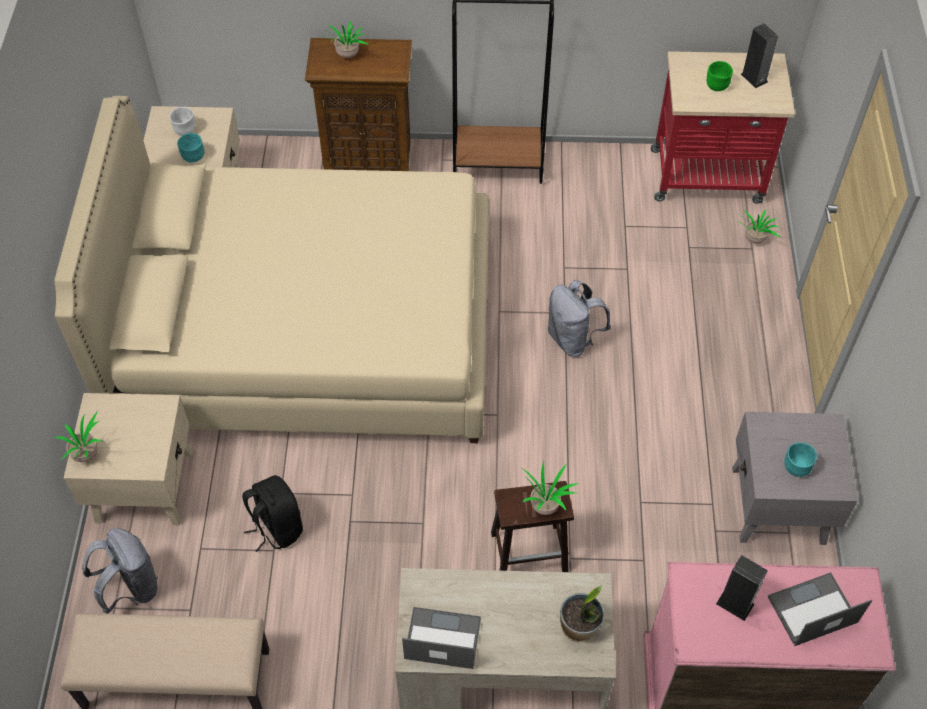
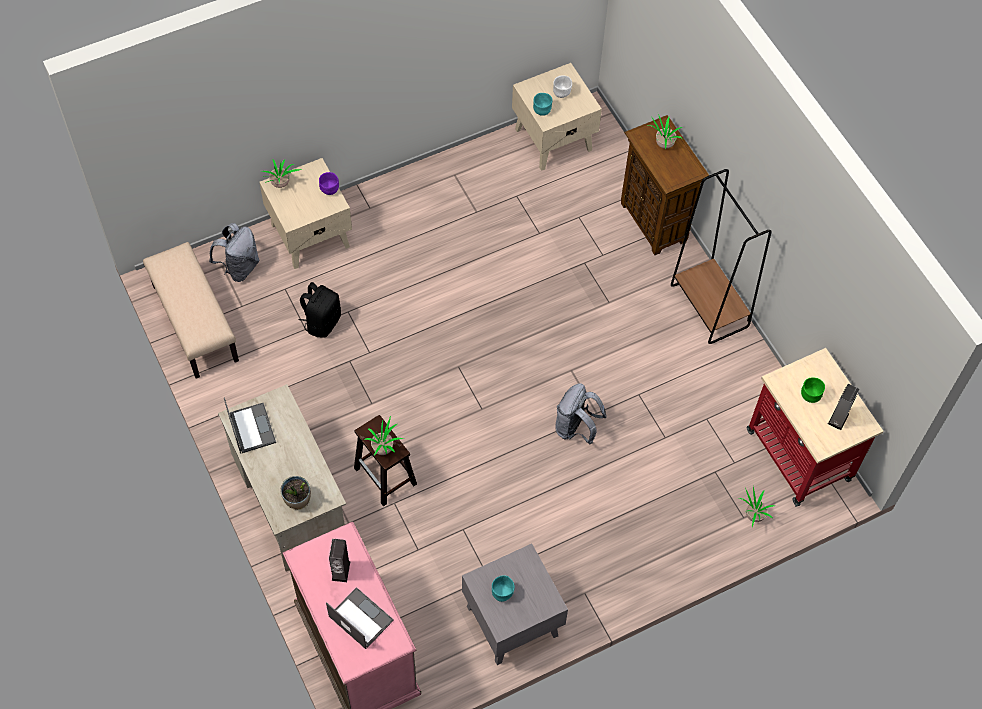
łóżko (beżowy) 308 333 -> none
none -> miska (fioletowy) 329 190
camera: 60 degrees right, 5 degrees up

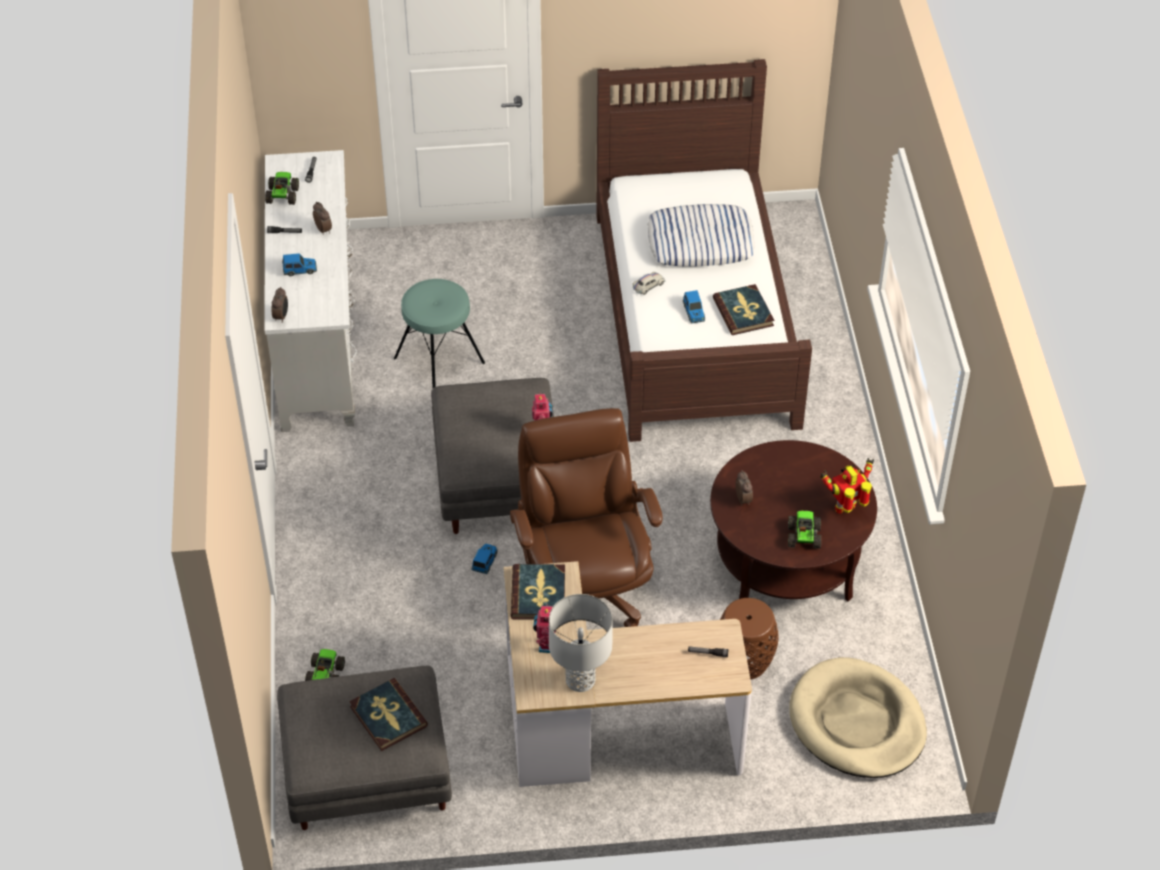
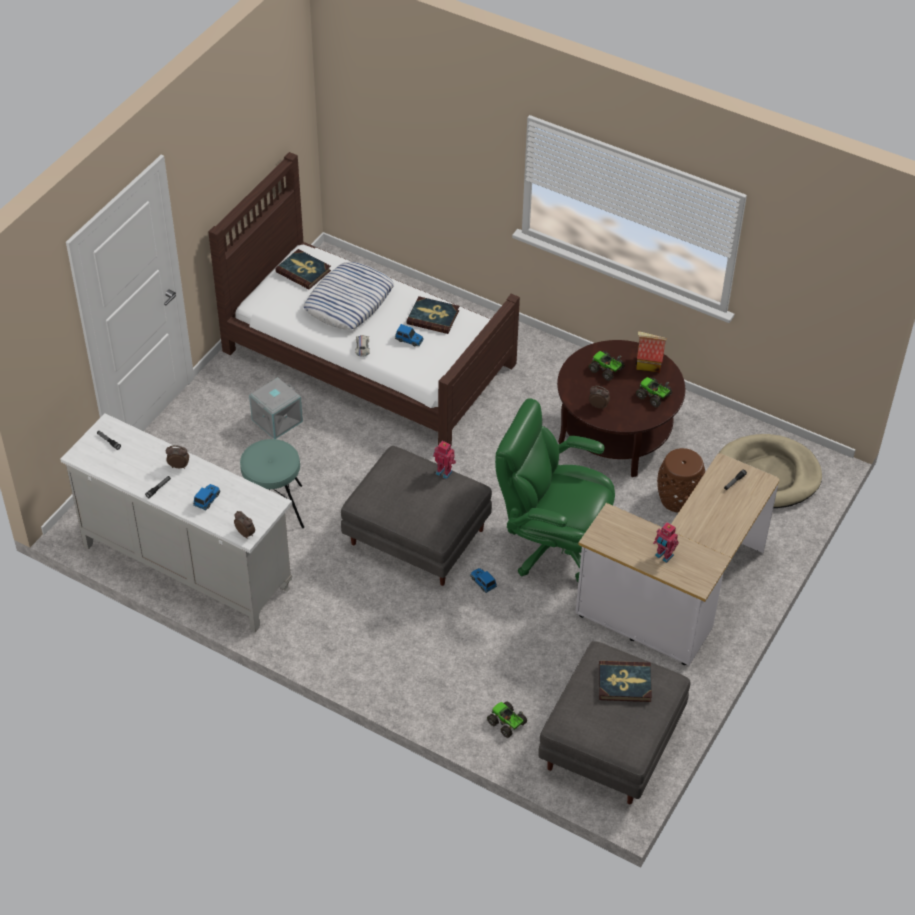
lampa stołowa (biały) 579 679 -> none
none -> pojemnik do przechowywania (szary) 276 420
ciężarówka zabawkowa 282 196 -> ciężarówka zabawkowa 606 370, moved
książka 539 594 -> książka 303 271, moved
robot zabawkowy 846 509 -> domek 648 364
krzesło biurowe (brązowy) 584 588 -> krzesło biurowe (zielony) 552 543
camera: 55 degrees left, 0 degrees up

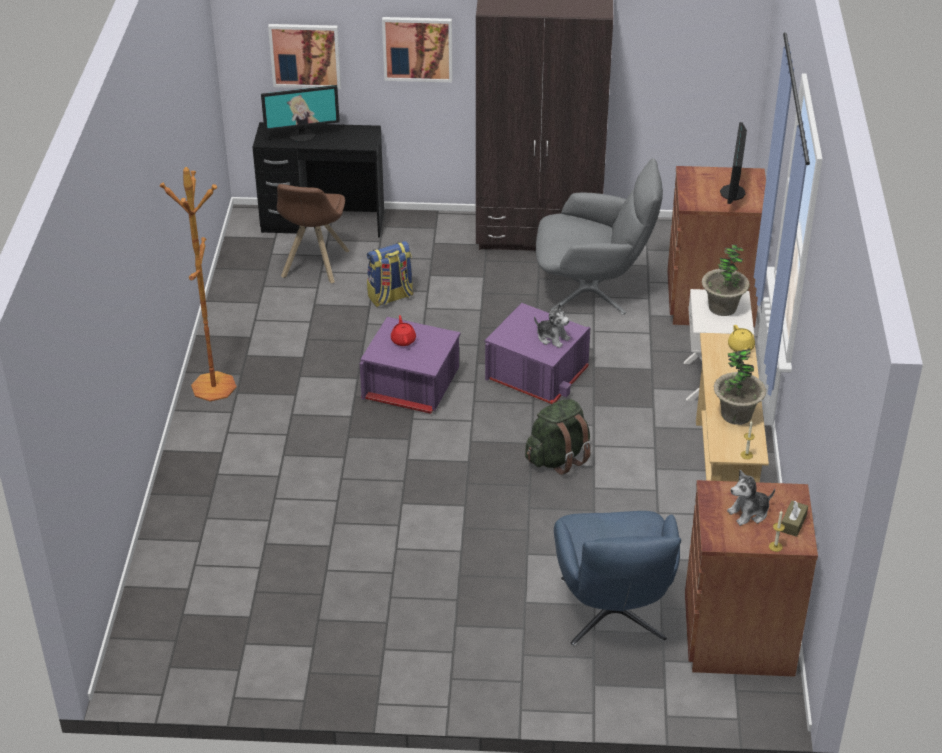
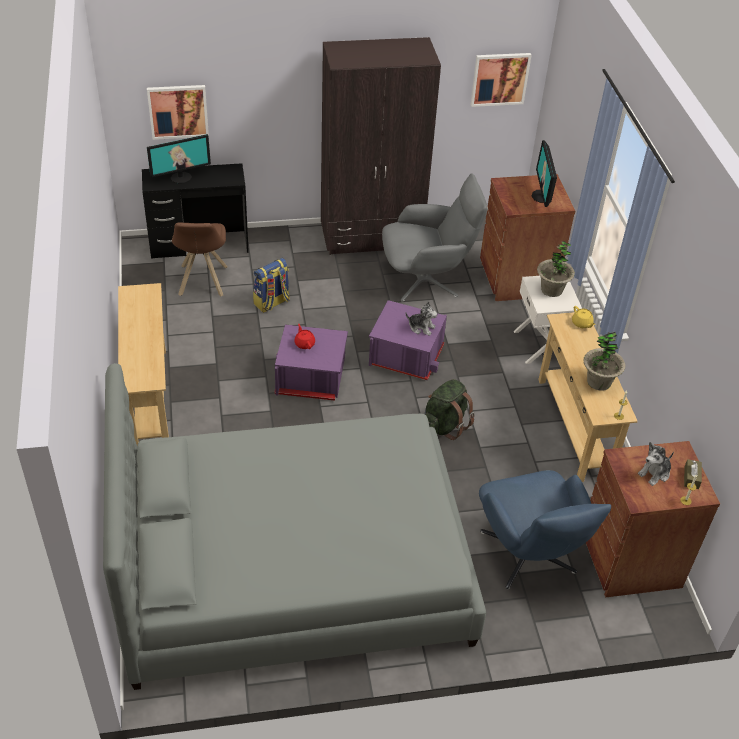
none -> łóżko (szary) 293 567
obraz 417 48 -> obraz 500 79, moved
wieszak (pomarańczowy) 213 386 -> stolik konsolowy (beżowy) 149 398
camera: 15 degrees left, 5 degrees up

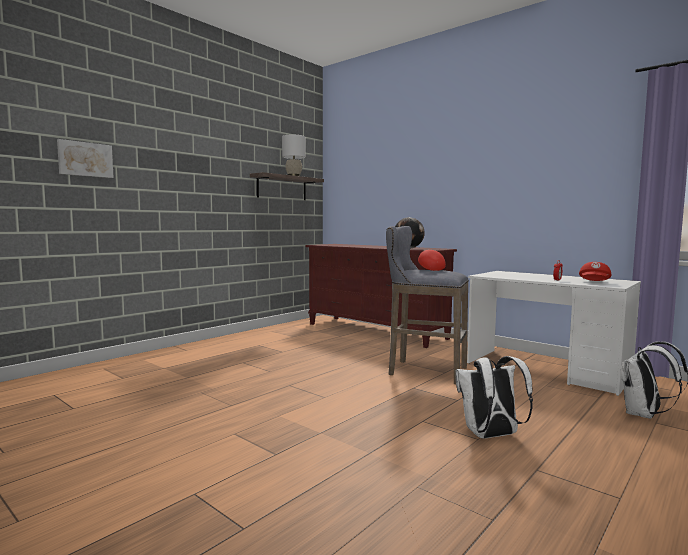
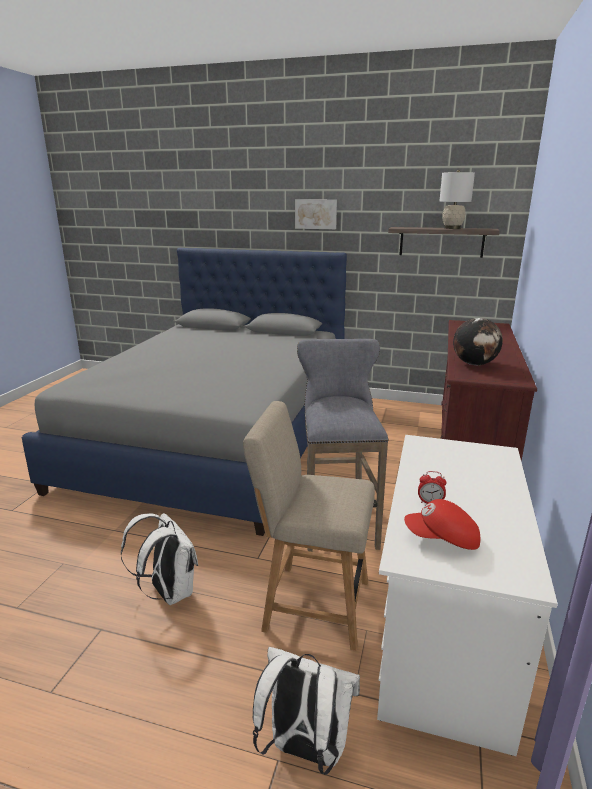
czapka z daszkiem (czerwony) 429 269 -> none
none -> łóżko (szary) 218 436
none -> krzesło (beżowy) 311 604
obraz 85 159 -> obraz 316 214, moved
camera: 65 degrees right, 15 degrees up

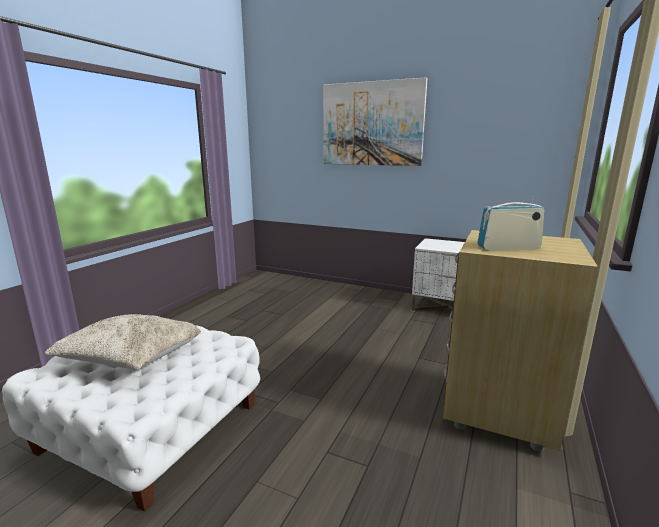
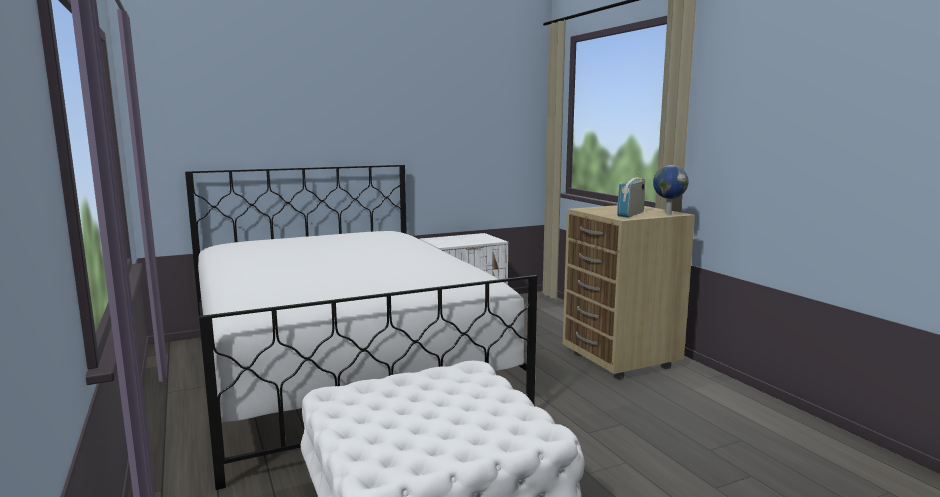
poduszka (beżowy) 133 356 -> none
obraz 372 124 -> none
none -> łóżko (biały) 342 370
none -> globus 667 214
camera: 50 degrees left, 5 degrees down

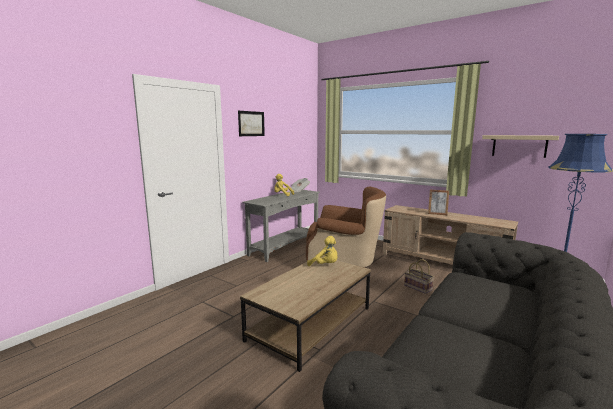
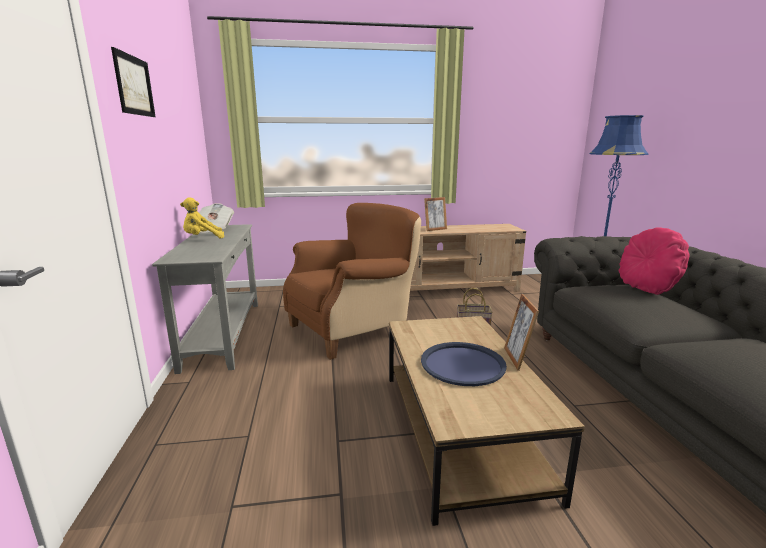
pluszak (żółty) 325 265 -> none
półka (beżowy) 519 146 -> none
none -> taca (niebieski) 462 364
none -> ramka na zdjęcie 517 358
none -> poduszka (różowy) 646 289
camera: 45 degrees left, 5 degrees up

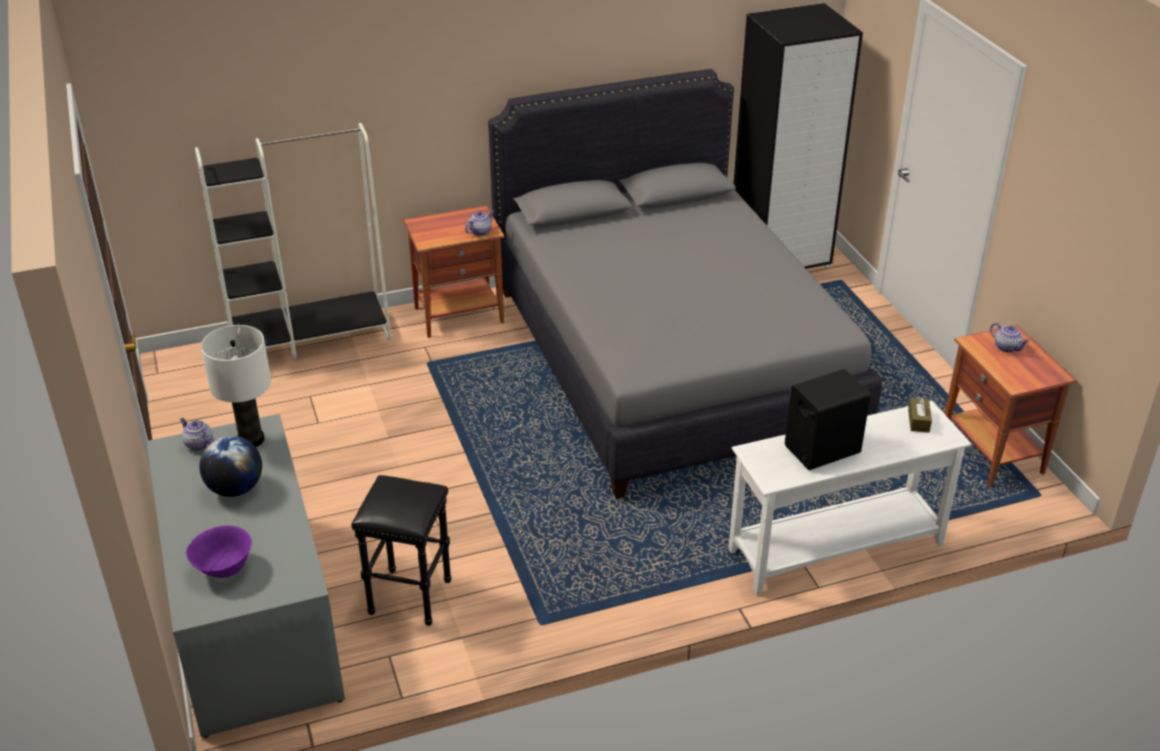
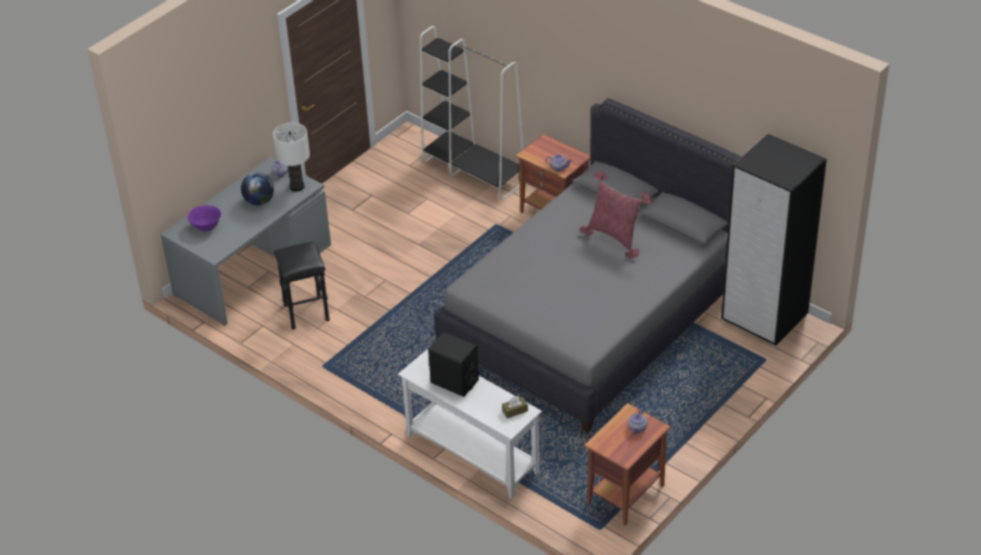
none -> poduszka (czerwony) 615 241
camera: 60 degrees right, 5 degrees up

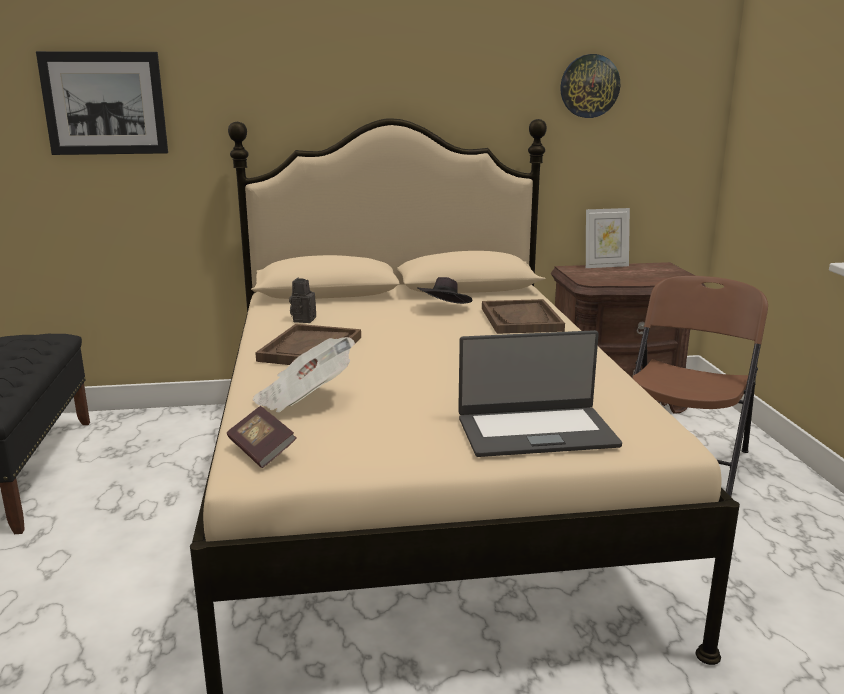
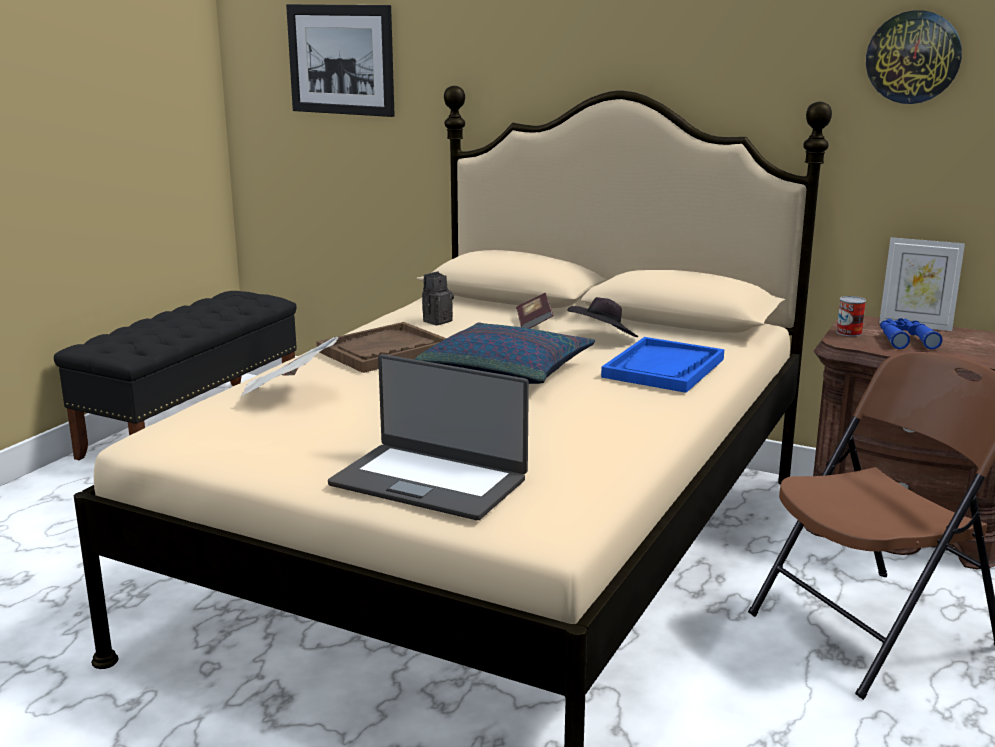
none -> poduszka (niebieski) 507 371
none -> puszka 849 332
none -> lornetka (niebieski) 905 340
książka 262 450 -> książka 534 323, moved
taca (brązowy) 521 319 -> taca (niebieski) 664 368
camera: 35 degrees right, 0 degrees up

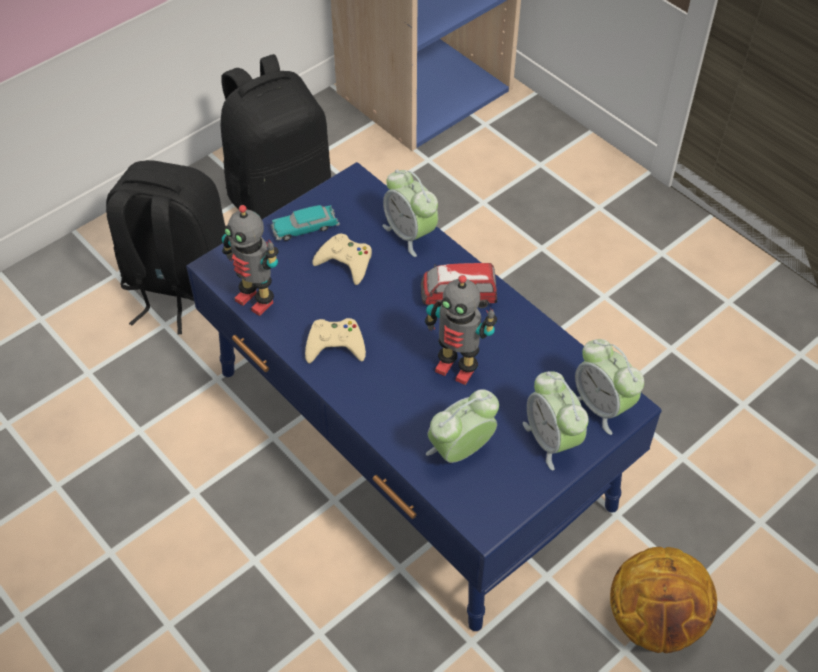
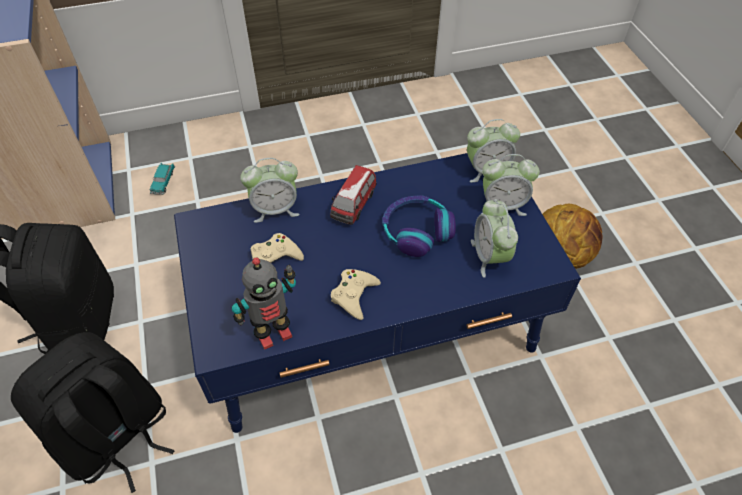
samochodzik 305 228 -> samochodzik 163 181, moved
robot zabawkowy 456 368 -> słuchawki 416 231
camera: 65 degrees left, 0 degrees up

